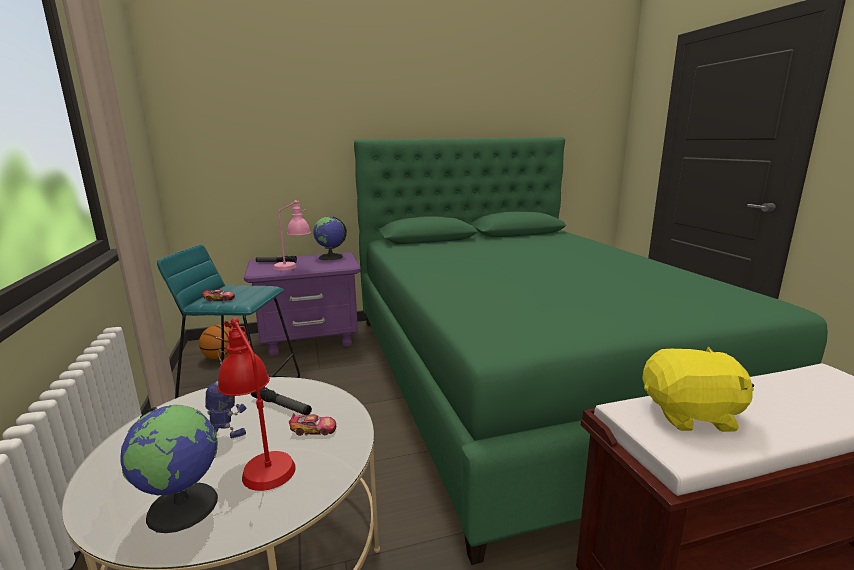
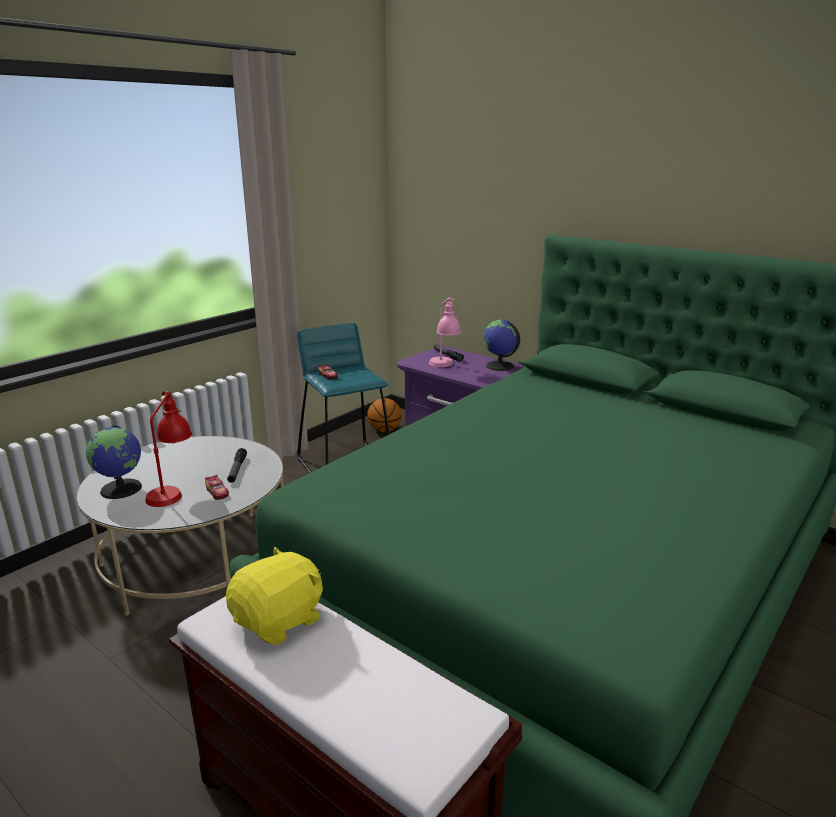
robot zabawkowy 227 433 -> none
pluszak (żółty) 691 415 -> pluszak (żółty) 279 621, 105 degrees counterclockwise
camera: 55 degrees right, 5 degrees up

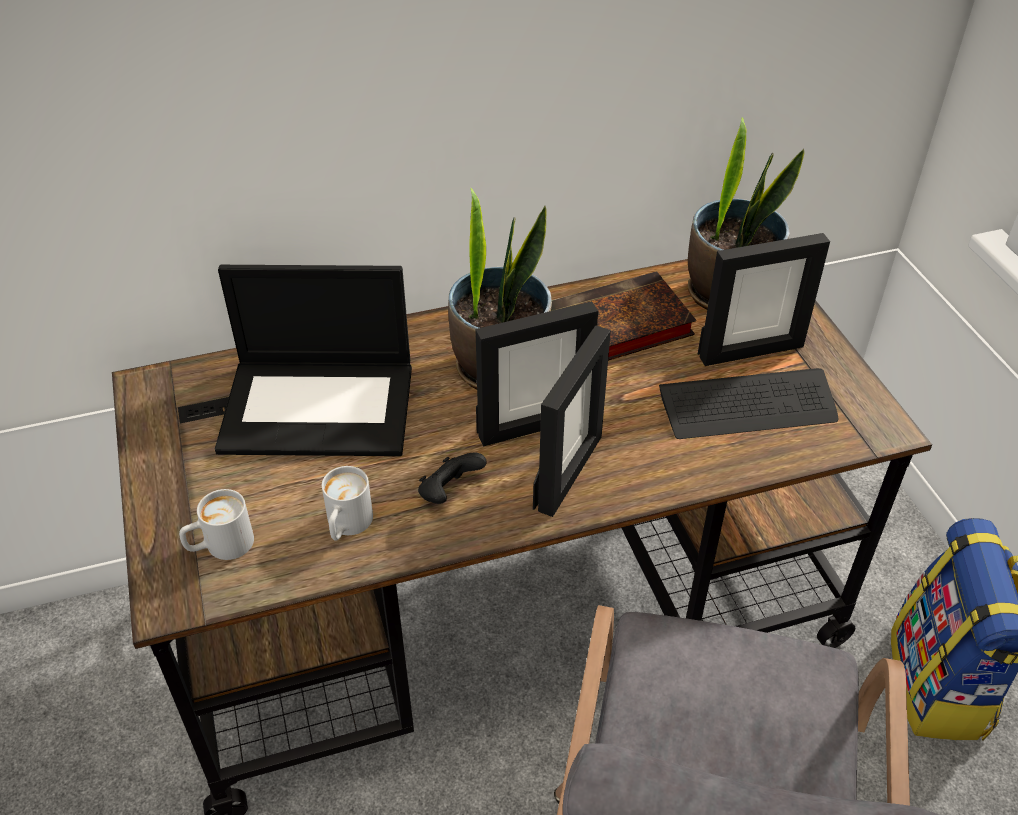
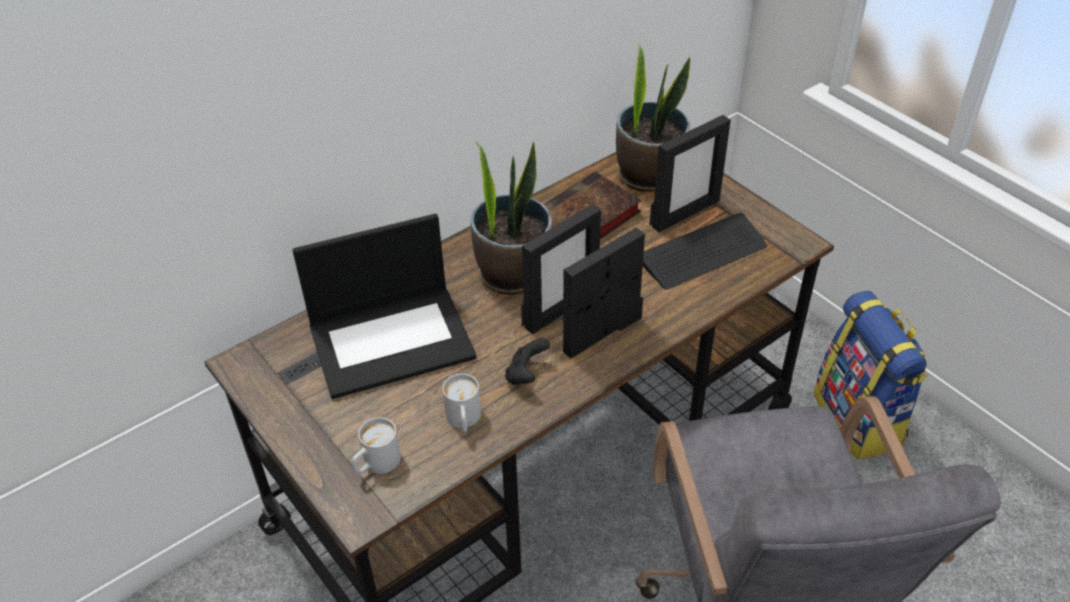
ramka na zdjęcie 568 472 -> ramka na zdjęcie 602 335, 135 degrees counterclockwise
camera: 20 degrees left, 0 degrees up

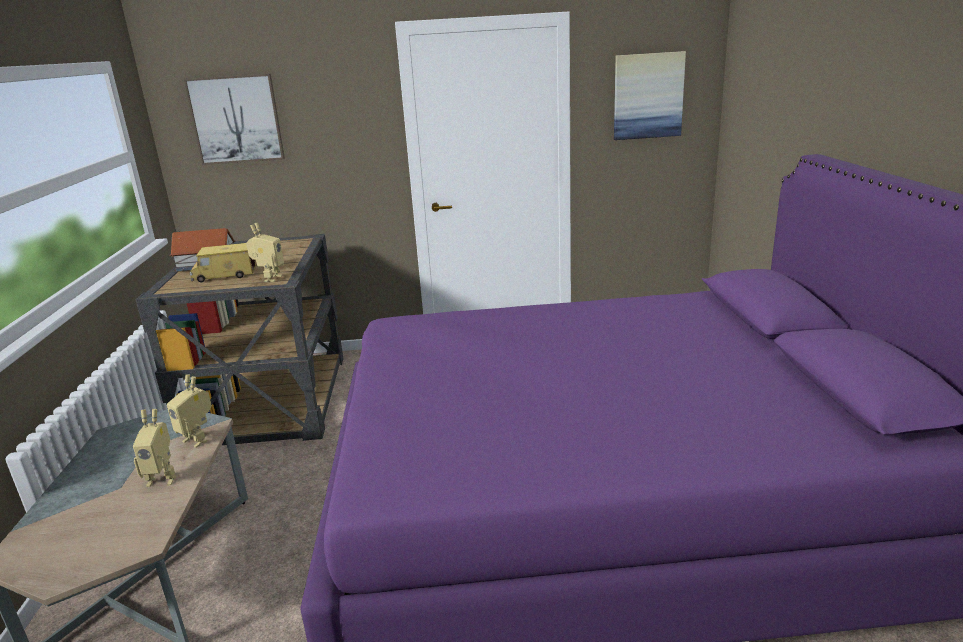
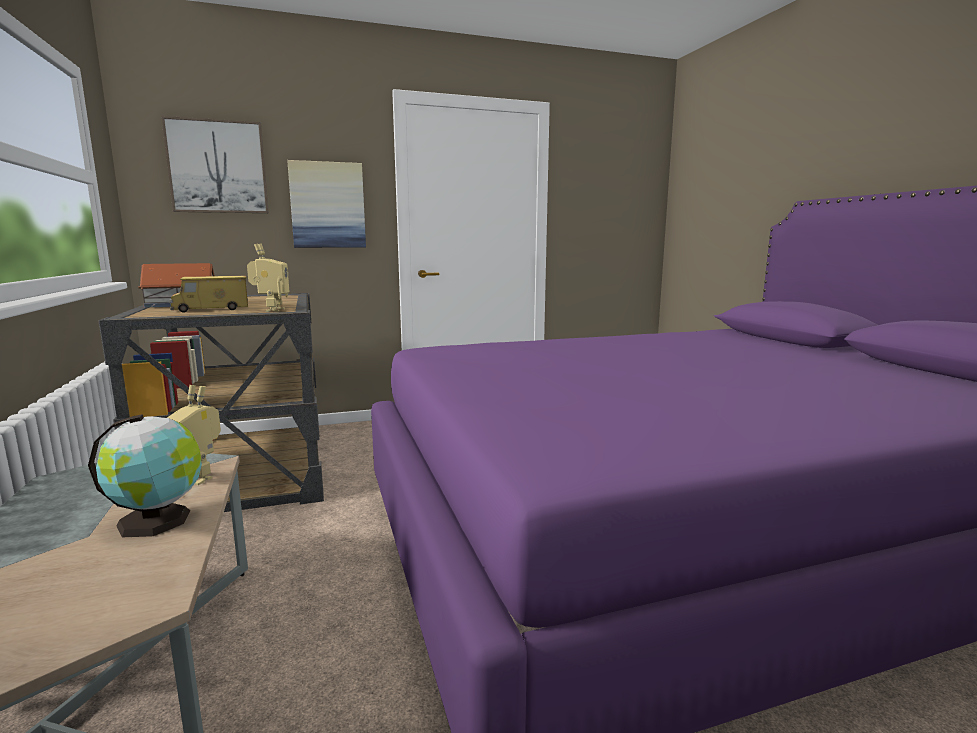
obraz 648 96 -> obraz 327 205, moved
robot zabawkowy 163 479 -> globus 158 520
camera: 15 degrees left, 10 degrees down

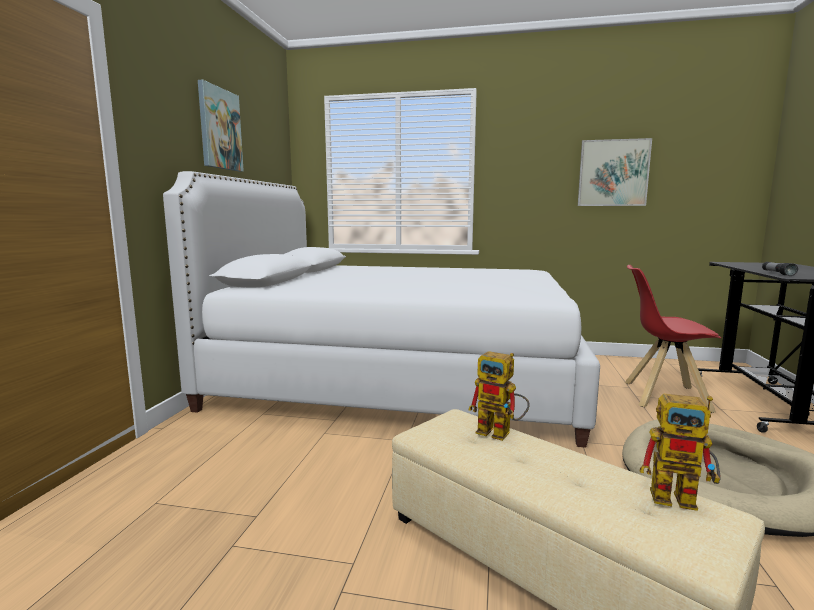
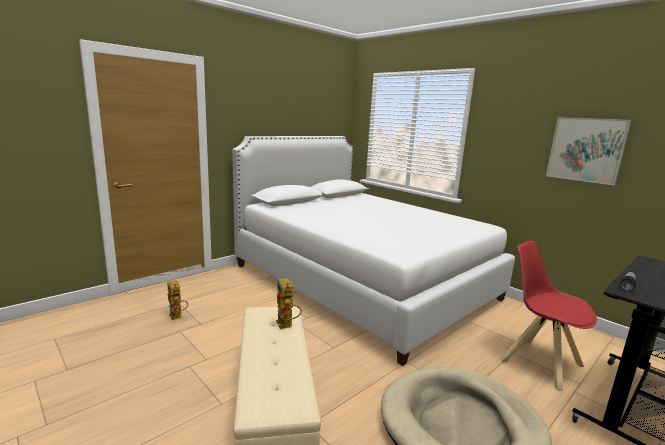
obraz 219 129 -> none
robot zabawkowy 683 498 -> robot zabawkowy 177 317, moved
camera: 35 degrees right, 5 degrees up

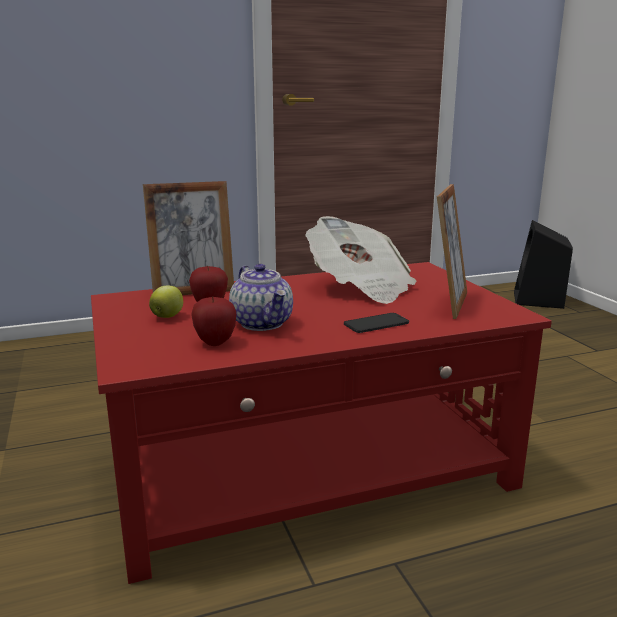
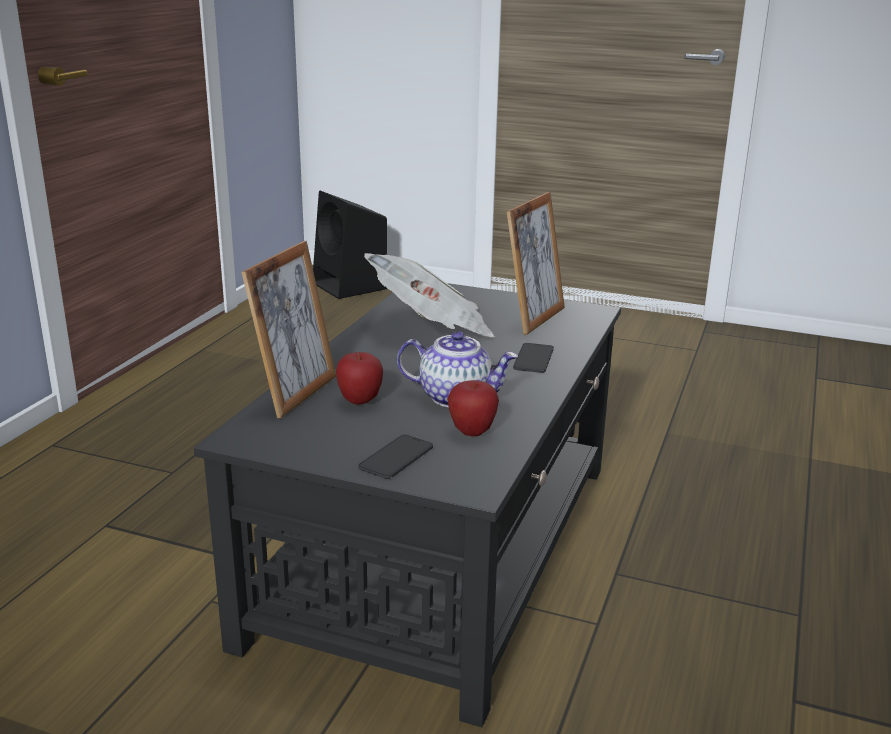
jabłko 168 316 -> none
none -> telefon 396 457
ława (czerwony) 310 468 -> ława (czarny) 441 547
ramka na zdjęcie 448 304 -> ramka na zdjęcie 534 318, 60 degrees clockwise
camera: 50 degrees left, 5 degrees up

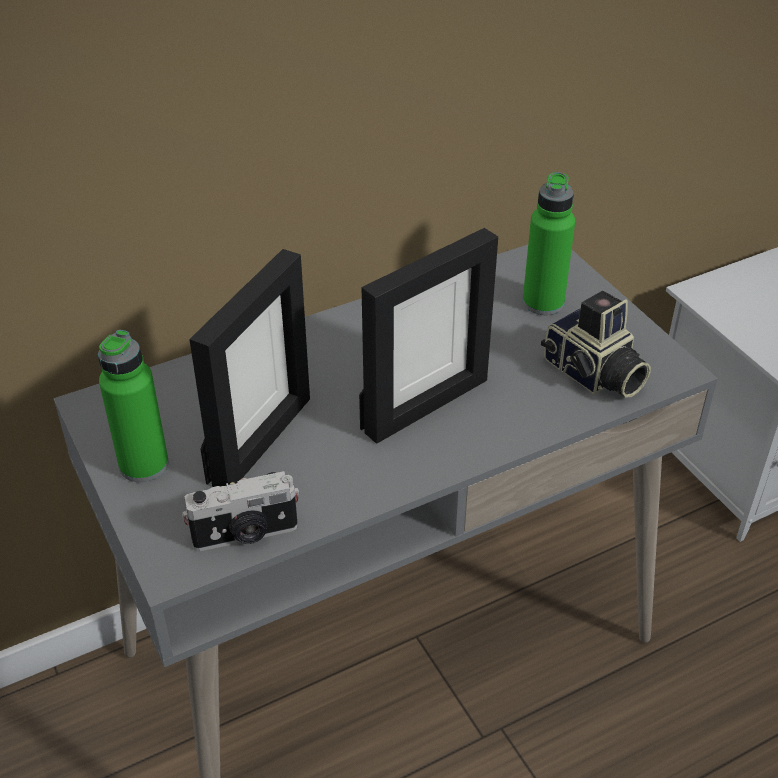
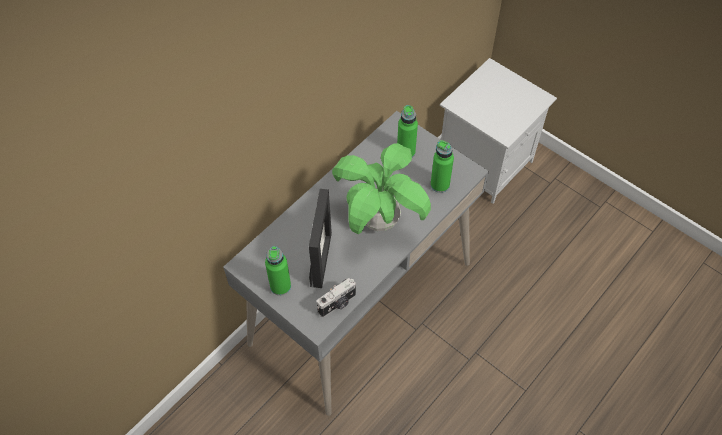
ramka na zdjęcie 425 404 -> roślina doniczkowa 379 221
aparat fotograficzny 593 375 -> butelka (zielony) 440 185
camera: 20 degrees left, 15 degrees up

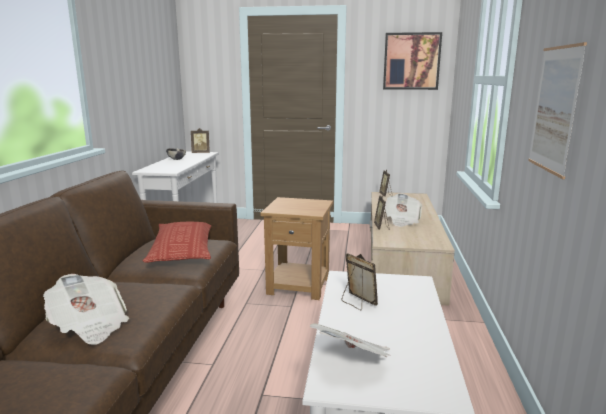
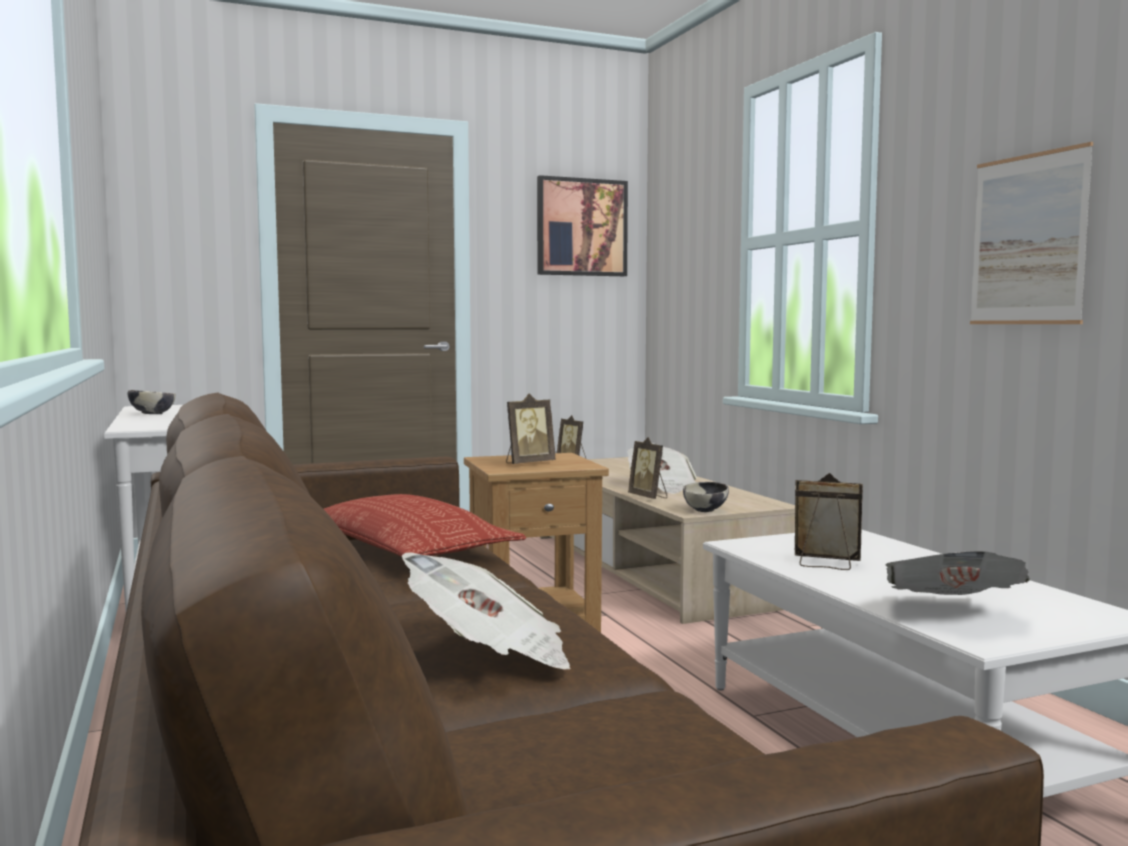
none -> miska 705 510
ramka na zdjęcie 201 153 -> ramka na zdjęcie 528 463, moved
camera: 30 degrees left, 10 degrees down

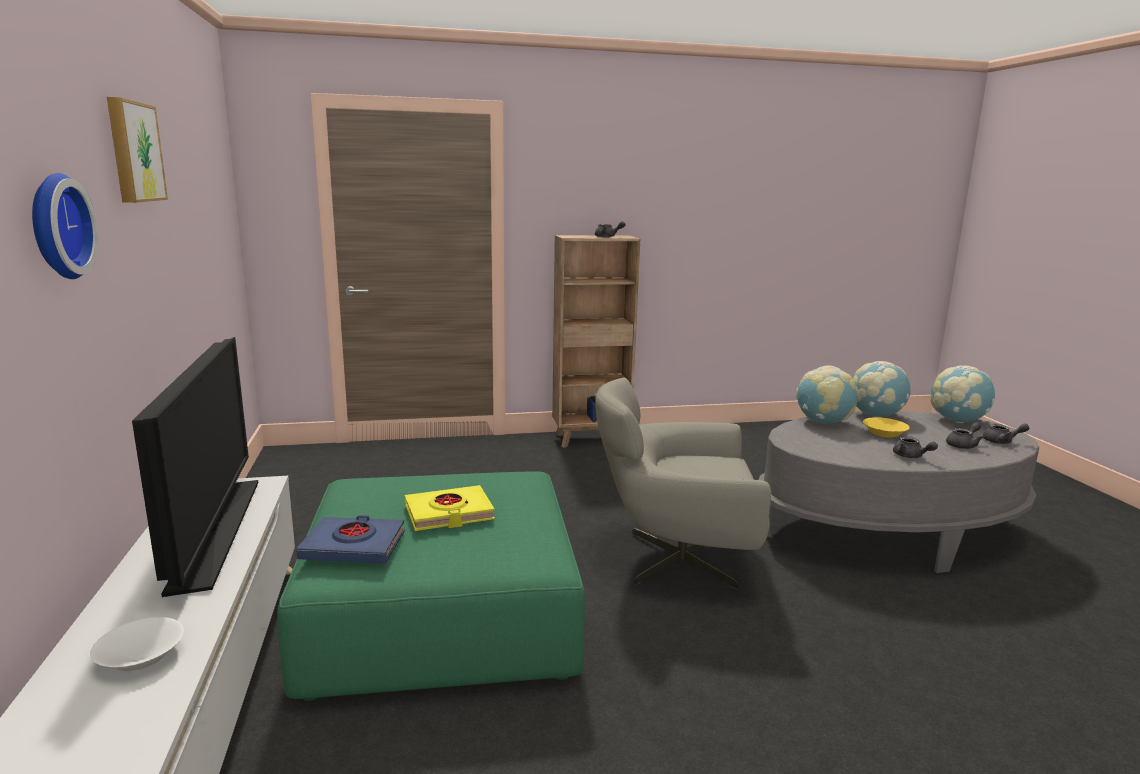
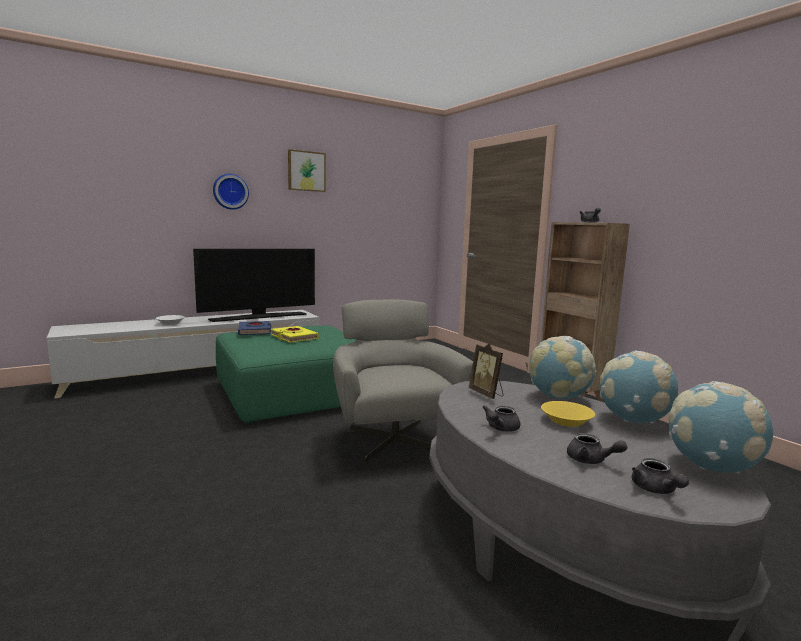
none -> ramka na zdjęcie 487 394
camera: 70 degrees right, 5 degrees down

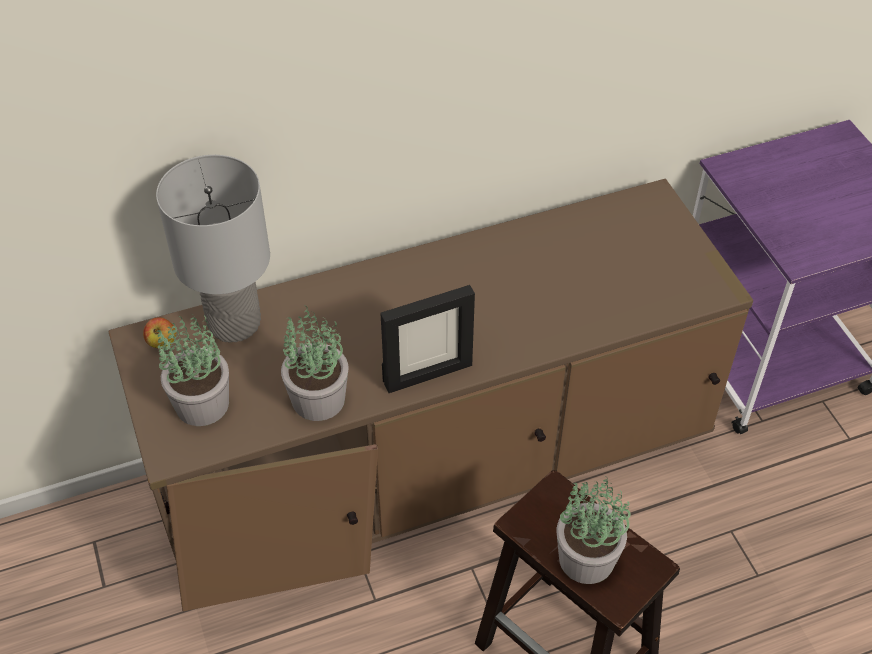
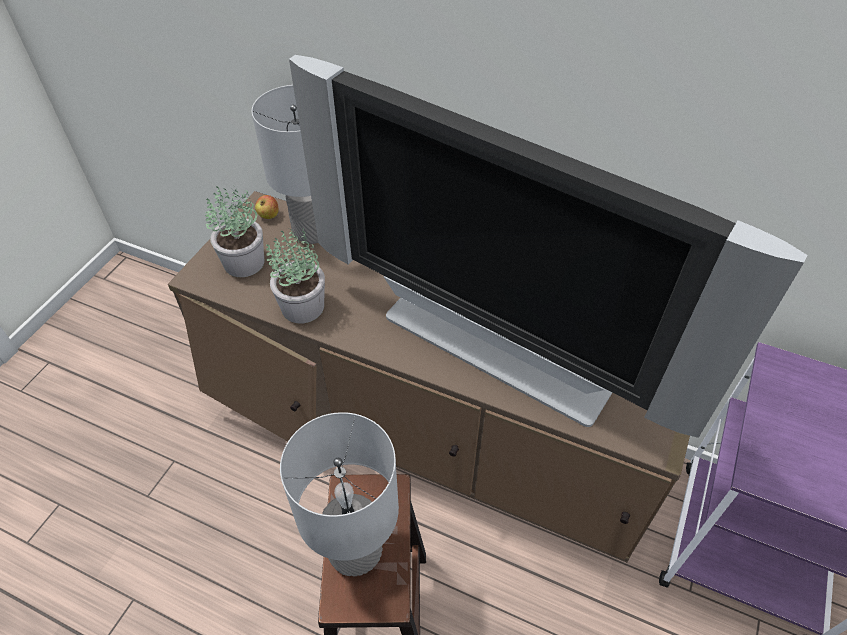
ramka na zdjęcie 427 373 -> none
none -> telewizor 497 348
roślina doniczkowa 585 559 -> lampa stołowa (szary) 355 552
camera: 45 degrees right, 0 degrees up

